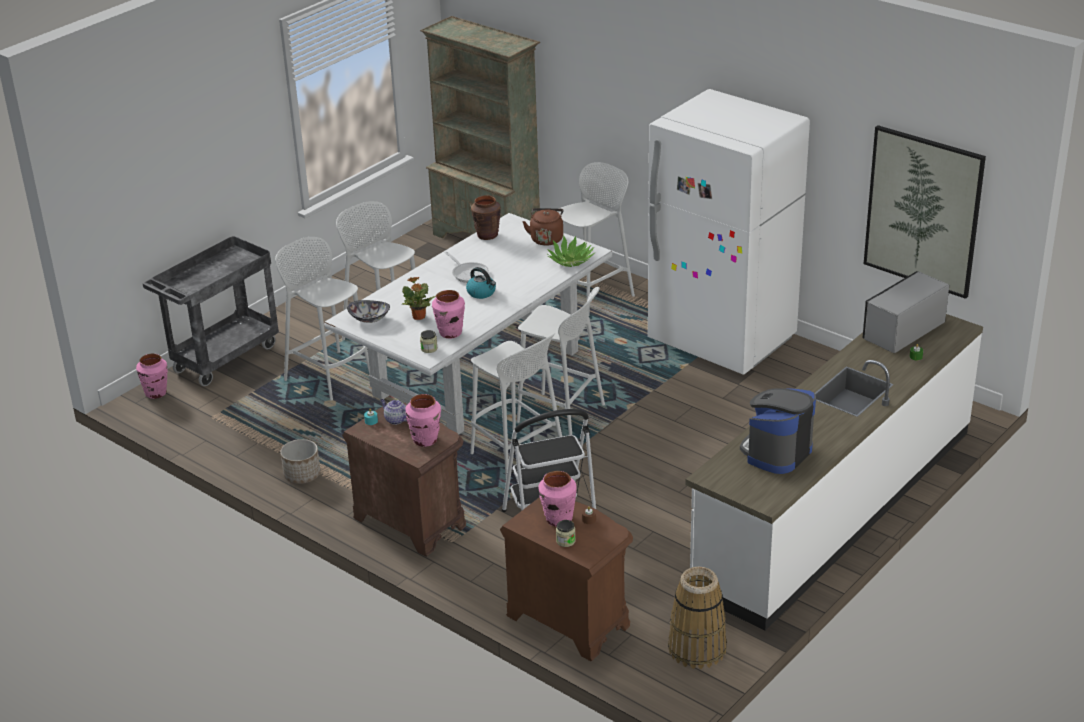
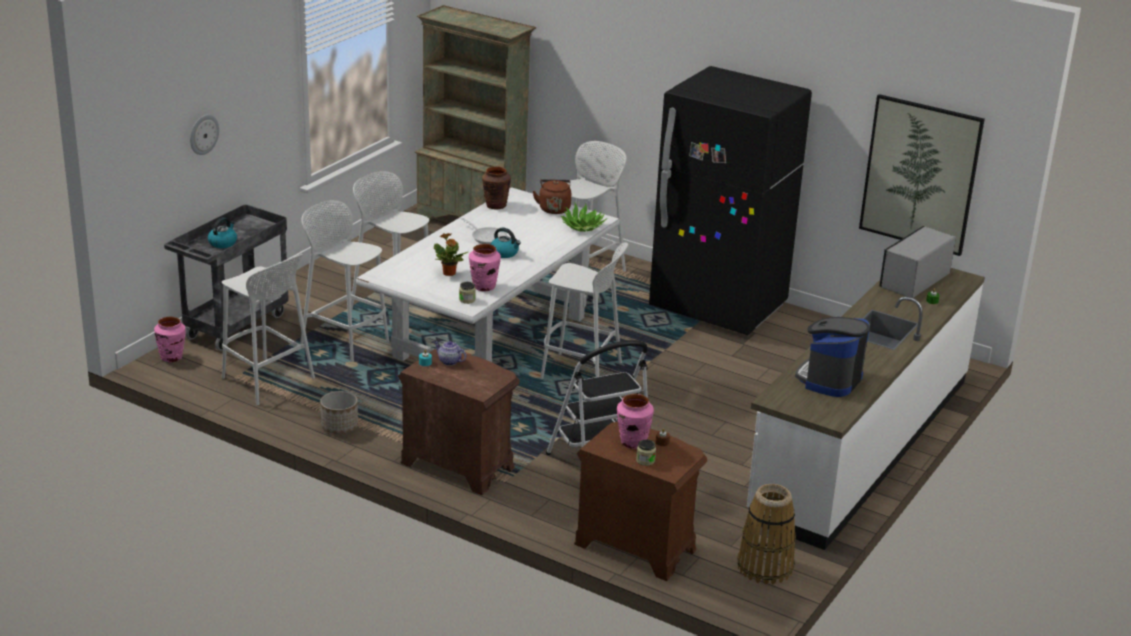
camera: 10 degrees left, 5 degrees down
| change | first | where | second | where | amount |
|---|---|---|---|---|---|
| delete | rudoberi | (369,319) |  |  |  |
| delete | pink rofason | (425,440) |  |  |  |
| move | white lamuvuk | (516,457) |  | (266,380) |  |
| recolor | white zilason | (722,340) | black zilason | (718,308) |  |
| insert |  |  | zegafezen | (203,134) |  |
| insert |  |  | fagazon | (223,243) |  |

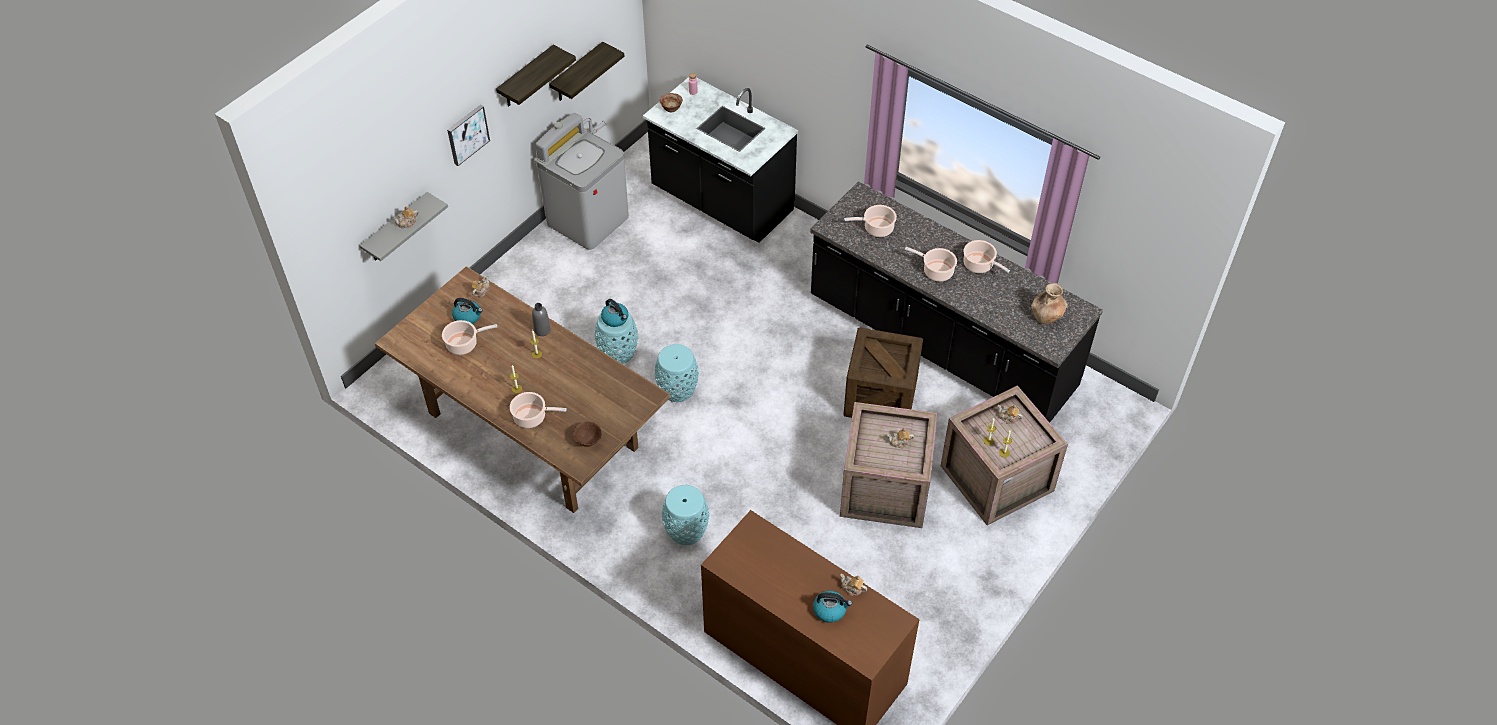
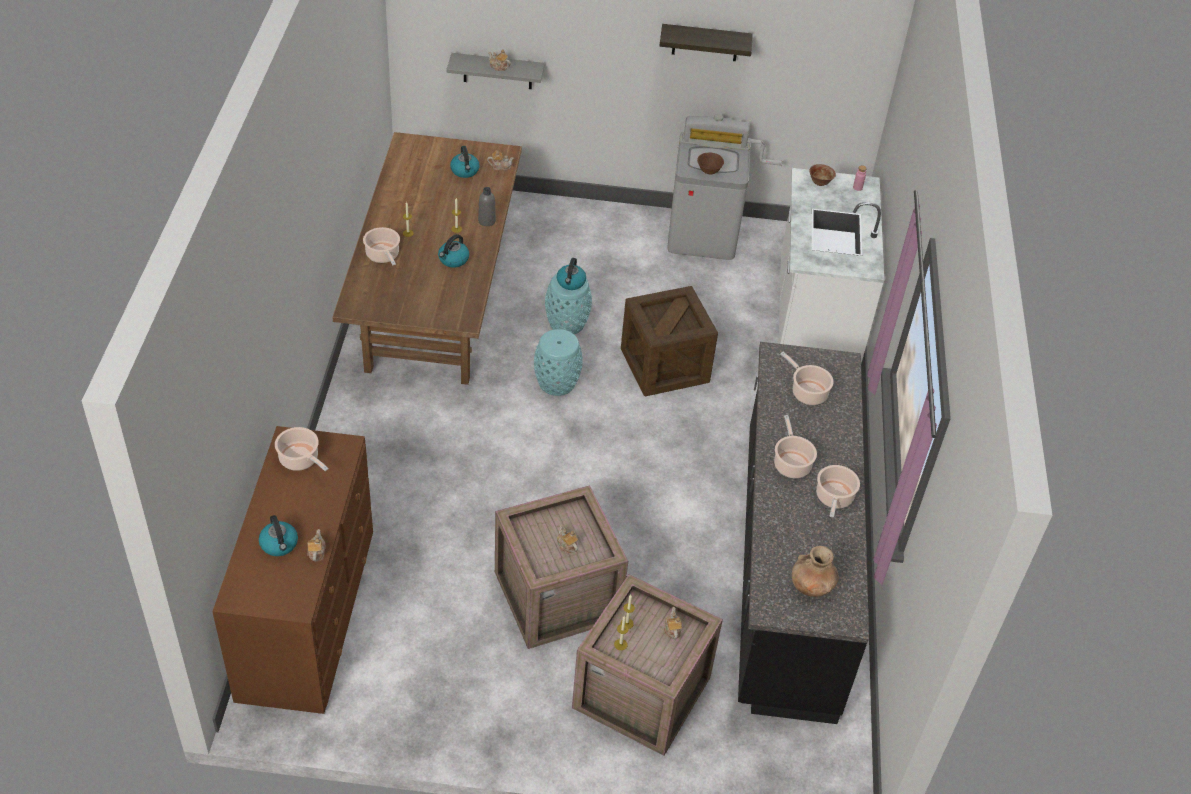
camera: 55 degrees right, 5 degrees down
| change | first | where | second | where | amount |
|---|---|---|---|---|---|
| move | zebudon | (464,344) |  | (300,460) |  |
| delete | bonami | (467,134) |  |  |  |
| delete | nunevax | (577,73) |  |  |  |
| move | brown rudoberi | (588,441) |  | (708,171) |  |
| recolor | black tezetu | (721,202) | white tezetu | (814,316) |  |
| delete | turquoise lamuvuk | (686,530) |  |  |  |
| move | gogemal | (880,397) |  | (664,366) |  |
| insert |  |  | fagazon | (453,260) |  |

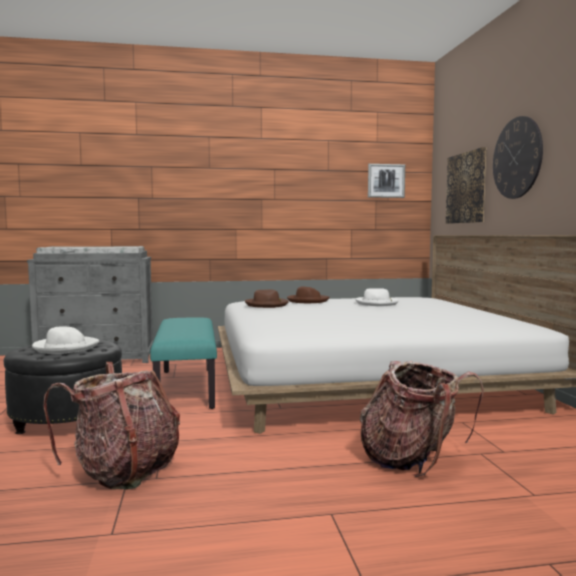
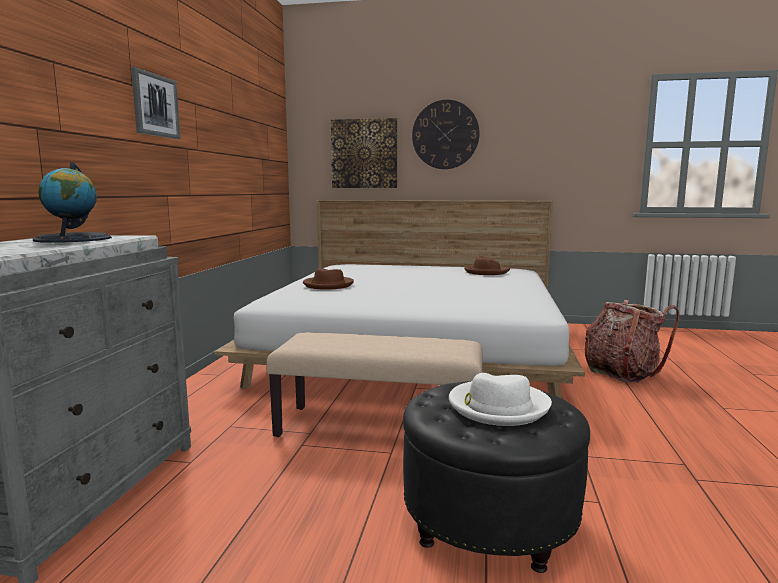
camera: 70 degrees left, 5 degrees up
| change | first | where | second | where | amount |
|---|---|---|---|---|---|
| delete | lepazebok | (123,471) |  |  |  |
| recolor | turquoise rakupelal | (187,388) | beige rakupelal | (379,428) |  |
| move | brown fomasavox | (267,305) |  | (486,272) |  |
| delete | white fomasavox | (377,303) |  |  |  |
| move | bonami | (386,181) |  | (155,105) |  |
| insert |  |  | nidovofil | (73,239) |  |

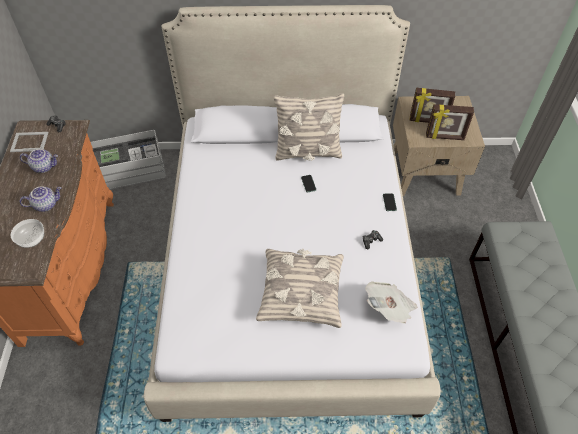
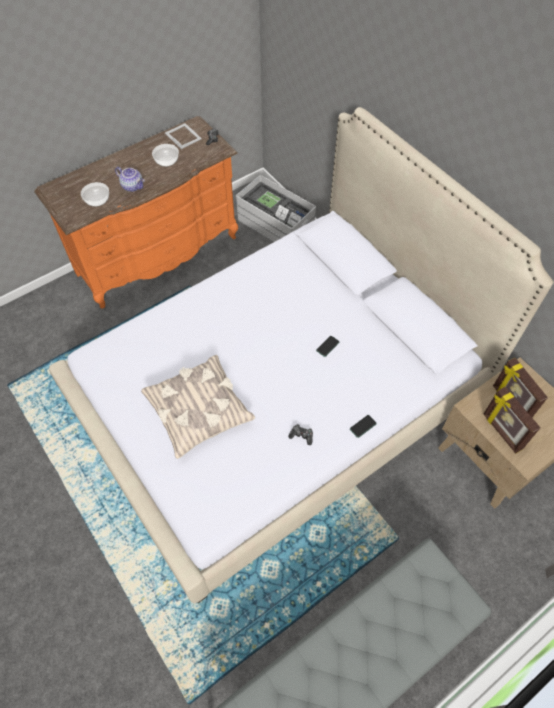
camera: 55 degrees right, 5 degrees up
| change | first | where | second | where | amount |
|---|---|---|---|---|---|
| replace | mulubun | (44,166) | rudoberi | (167,160) |  |
| delete | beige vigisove | (308,152) |  |  |  |
| delete | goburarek | (389,308) |  |  |  |

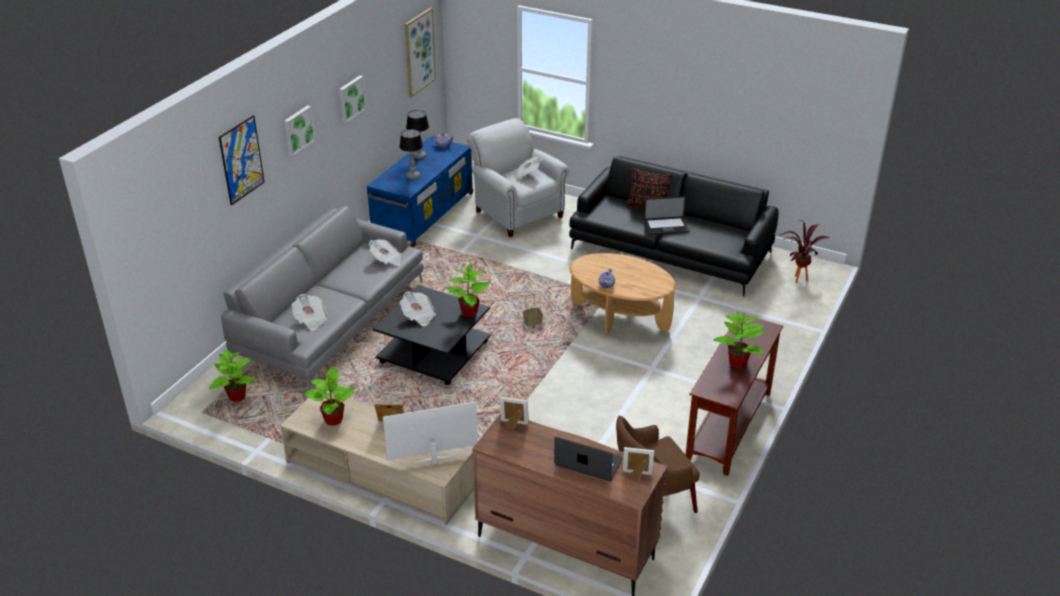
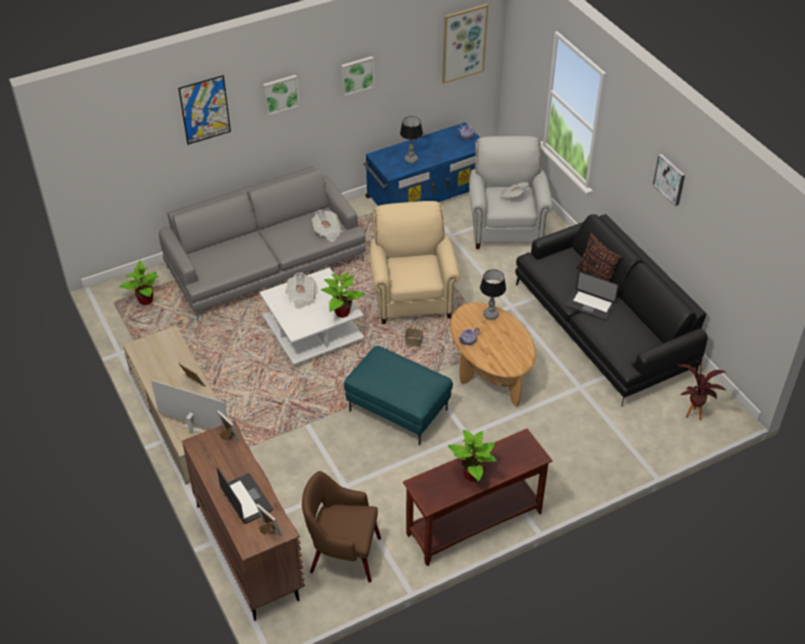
camera: 35 degrees right, 10 degrees up
| change | first | where | second | where | amount |
|---|---|---|---|---|---|
| delete | goburarek | (310,320) |  |  |  |
| delete | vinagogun | (333,419) |  |  |  |
| recolor | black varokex | (434,351) | white varokex | (313,330) |  |
| move | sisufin | (419,156) |  | (491,314) |  |
| insert |  |  | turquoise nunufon | (397,410) |  |
| insert |  |  | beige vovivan | (412,295) |  |
| insert |  |  | bonami | (670,179) |  |

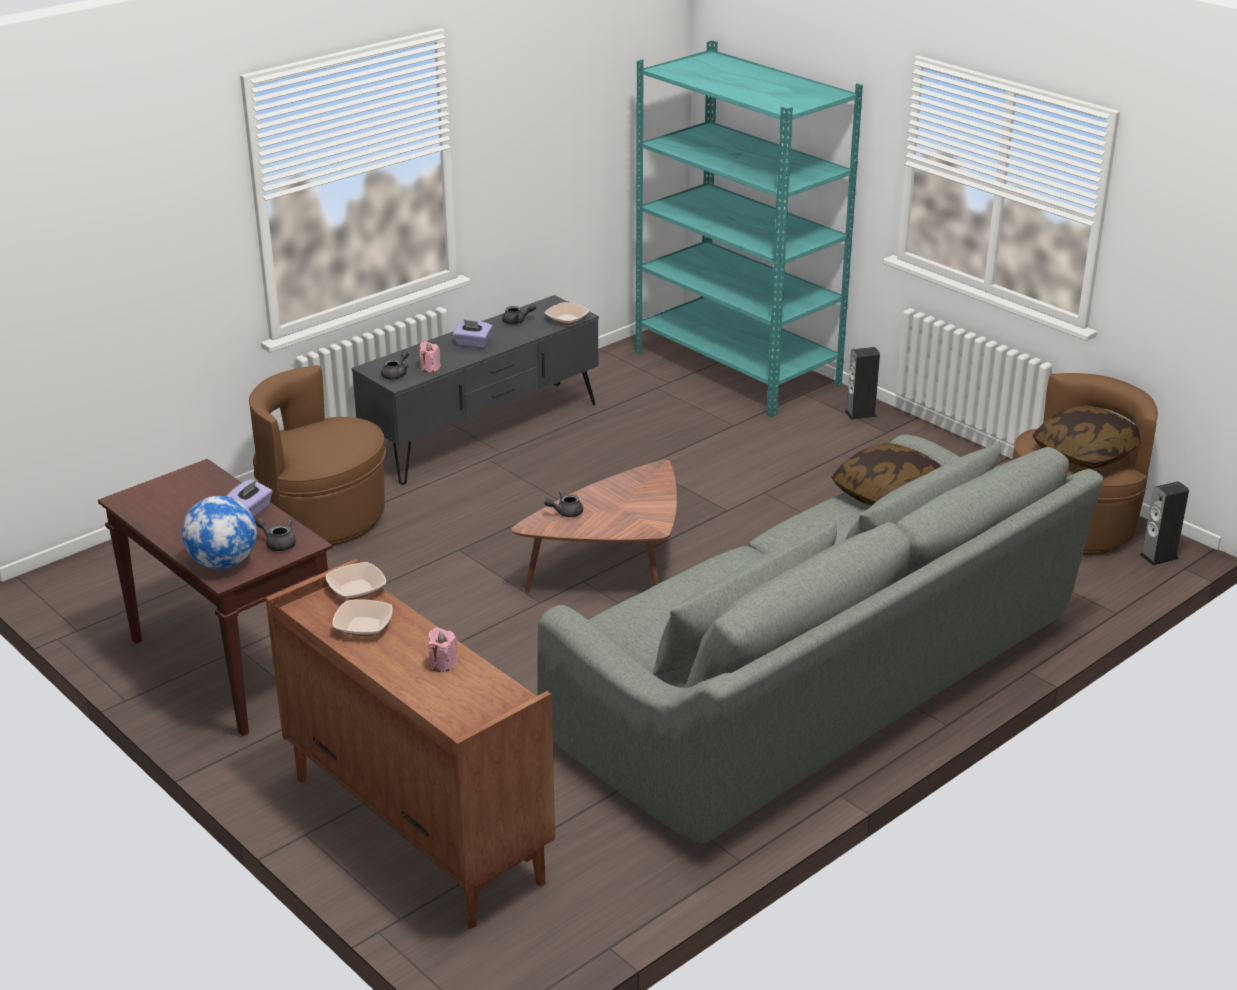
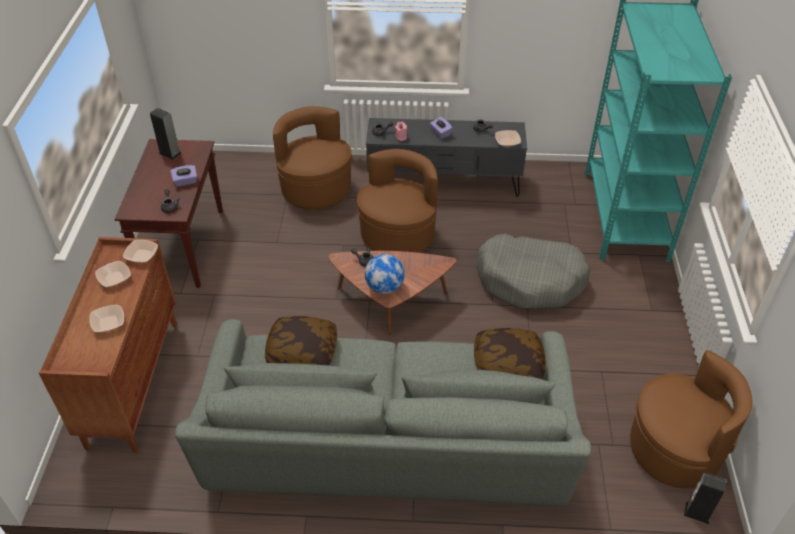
camera: 45 degrees right, 15 degrees up
| change | first | where | second | where | amount |
|---|---|---|---|---|---|
| move | nidovofil | (223,563) |  | (384,287) |  |
| replace | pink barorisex | (443,664) | rudoberi | (108,323) |  |
| move | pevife | (860,414) |  | (170,153) |  |
| move | vigisove | (1085,453) |  | (302,351) |  |
| insert |  |  | brown vovivan | (397,236) |  |
| insert |  |  | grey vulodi | (530,280) |  |

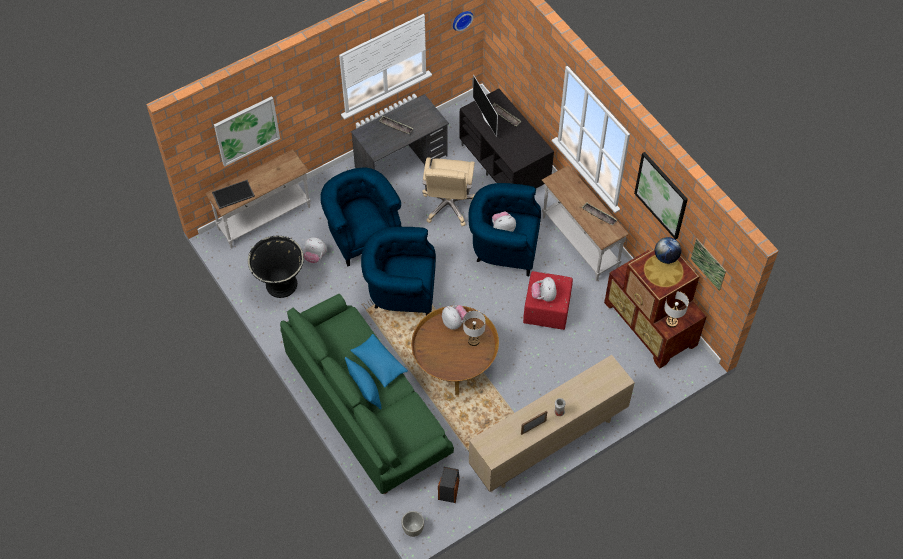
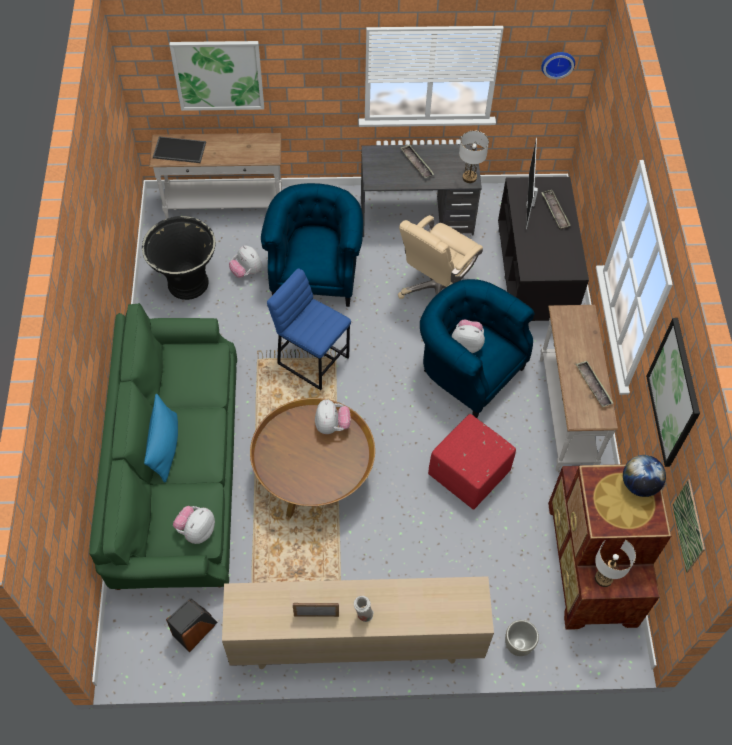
camera: 30 degrees right, 0 degrees up
| change | first | where | second | where | amount |
|---|---|---|---|---|---|
| delete | blue vigisove | (379,364) |  |  |  |
| replace | blue vovivan | (401,291) | blue lamuvuk | (311,359) |  |
| move | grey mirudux | (413,529) |  | (518,645) |  |
| move | sisufin | (473,341) |  | (469,177) |  |
| move | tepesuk | (543,296) |  | (196,531) |  |

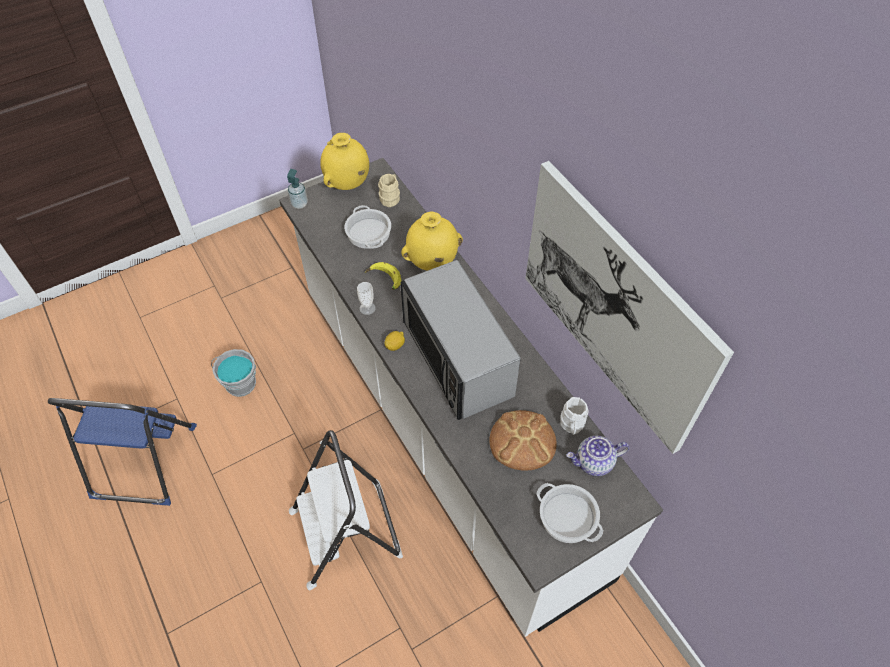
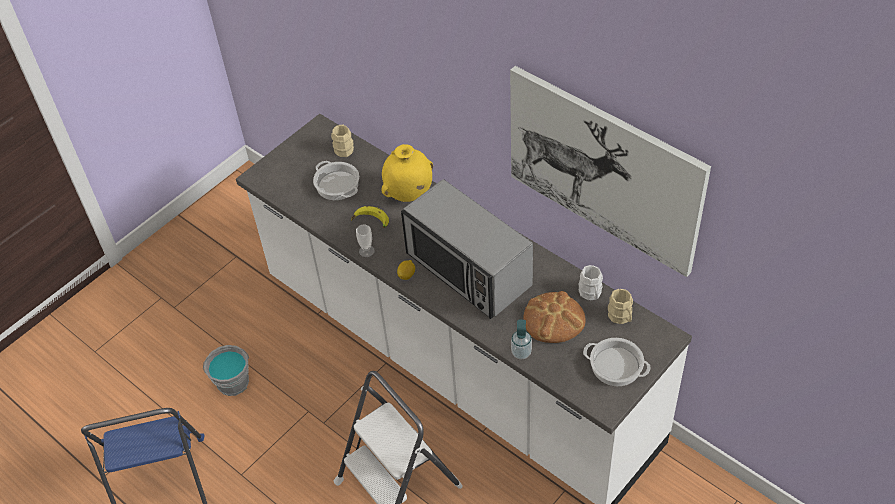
camera: 15 degrees left, 5 degrees down
| change | first | where | second | where | amount |
|---|---|---|---|---|---|
| move | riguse | (299,204) |  | (521,352) |  |
| delete | yellow rofason | (347,184) |  |  |  |
| replace | mulubun | (594,463) | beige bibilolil | (621,317) |  |

